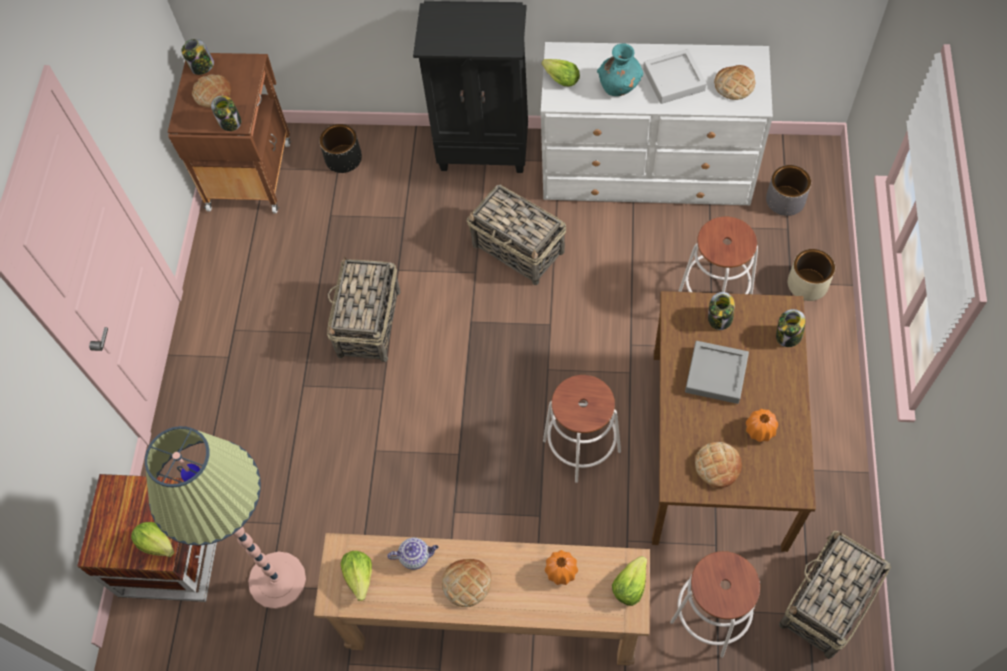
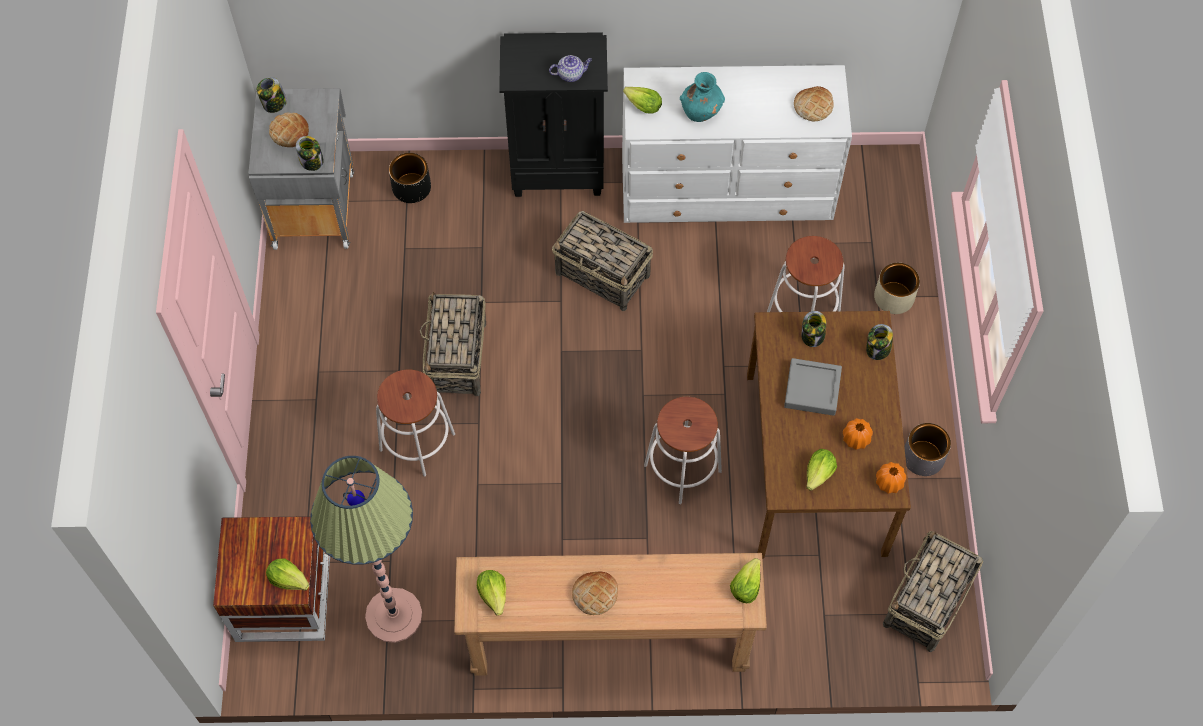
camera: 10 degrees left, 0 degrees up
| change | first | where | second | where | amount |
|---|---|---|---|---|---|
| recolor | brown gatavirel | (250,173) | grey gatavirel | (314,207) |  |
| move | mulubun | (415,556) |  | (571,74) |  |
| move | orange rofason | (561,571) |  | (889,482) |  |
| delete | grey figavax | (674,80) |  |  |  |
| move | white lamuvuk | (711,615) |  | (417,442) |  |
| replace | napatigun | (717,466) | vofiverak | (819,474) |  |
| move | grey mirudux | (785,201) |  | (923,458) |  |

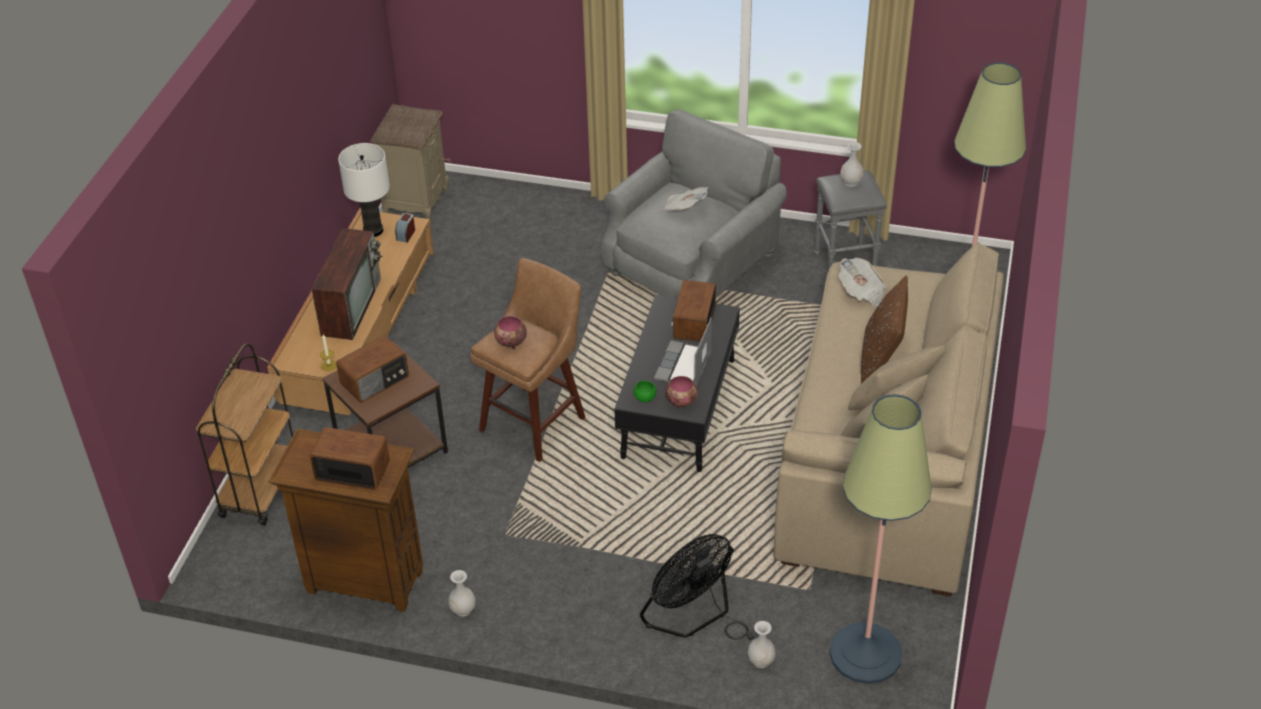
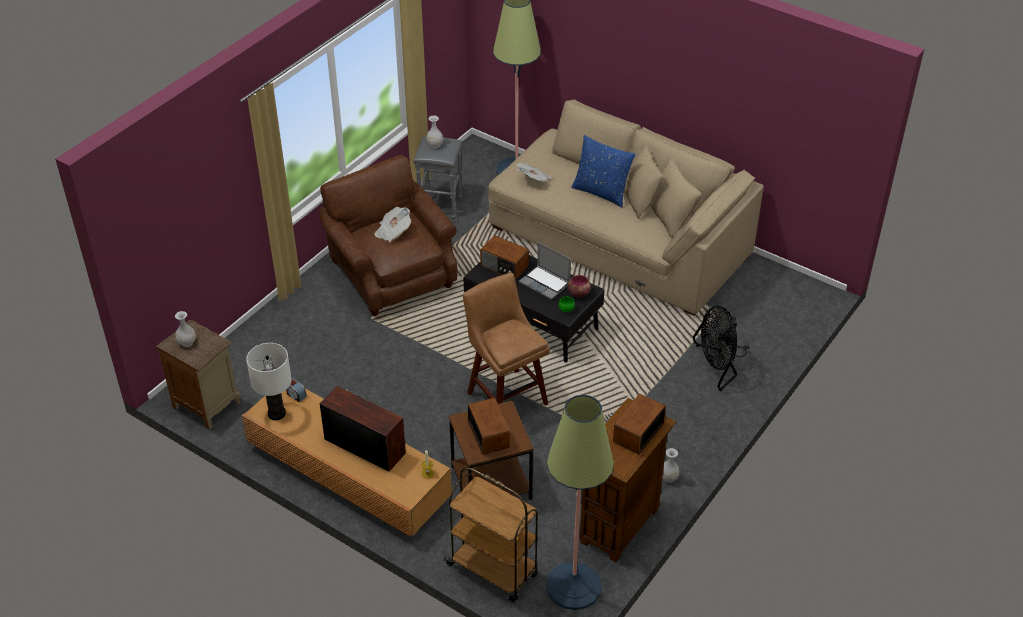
camera: 70 degrees left, 0 degrees up
| change | first | where | second | where | amount |
|---|---|---|---|---|---|
| delete | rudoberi | (510,342) |  |  |  |
| recolor | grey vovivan | (692,265) | brown vovivan | (392,274) |  |
| move | white rofason | (761,661) |  | (187,342) |  |
| move | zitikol | (865,654) |  | (573,586) |  |
| recolor | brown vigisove | (881,360) | blue vigisove | (601,192) |  |

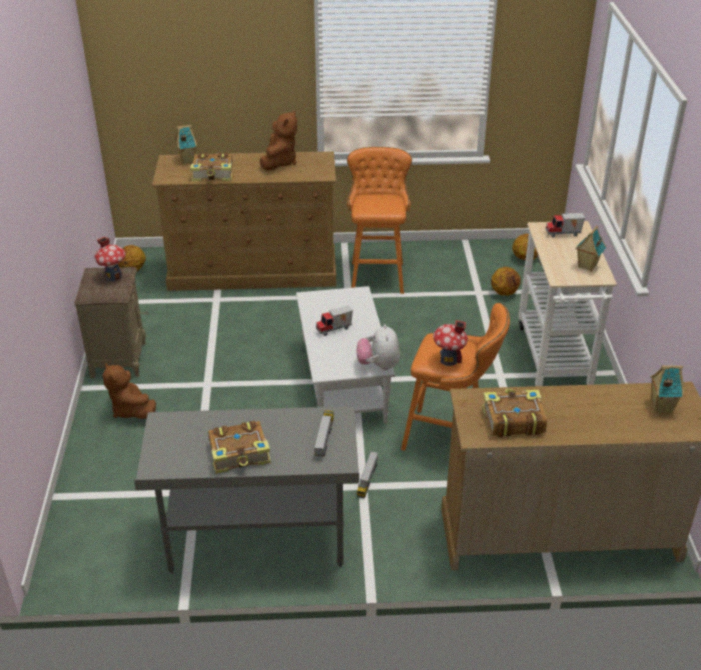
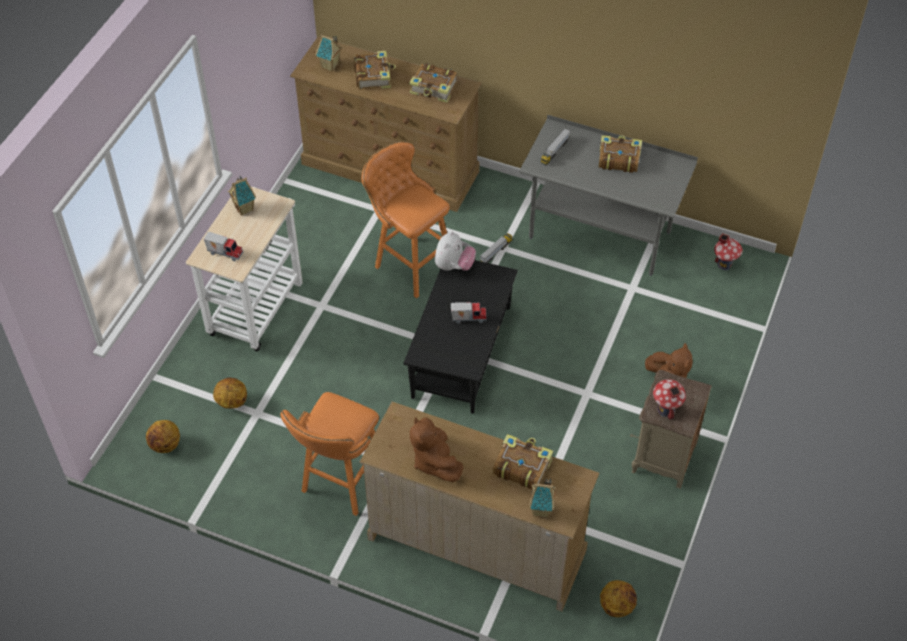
camera: 155 degrees left, 15 degrees up
| change | first | where | second | where | amount |
|---|---|---|---|---|---|
| rotate | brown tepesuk | (279,162) |  | (434,461) | 60 degrees counterclockwise |
| recolor | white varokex | (343,380) | black varokex | (461,351) |  |
| move | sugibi | (448,360) |  | (724,264) |  |
| insert |  |  | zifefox | (373,75) |  |

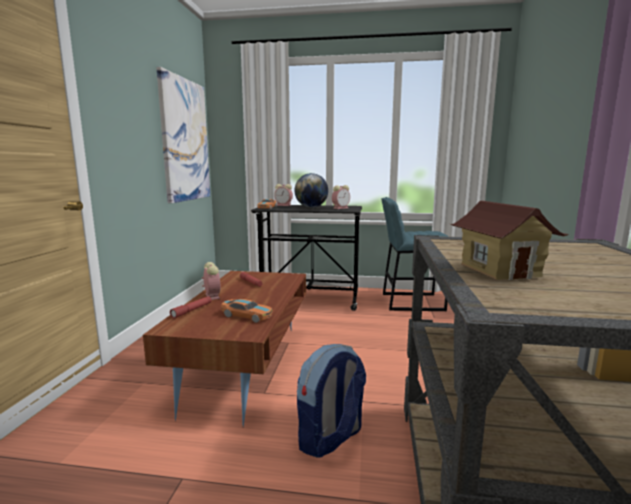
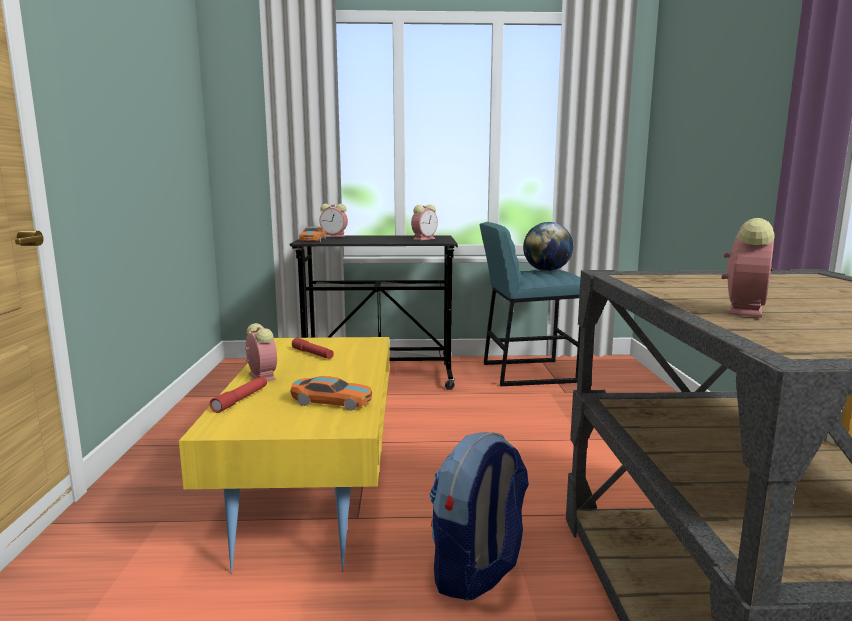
camera: 10 degrees left, 0 degrees up
| change | first | where | second | where | amount |
|---|---|---|---|---|---|
| recolor | brown varokex | (244,366) | yellow varokex | (313,482) |  |
| delete | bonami | (185,140) |  |  |  |
| move | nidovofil | (311,207) |  | (546,271) |  |
| replace | sugibi | (499,270) | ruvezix | (744,309) |  |

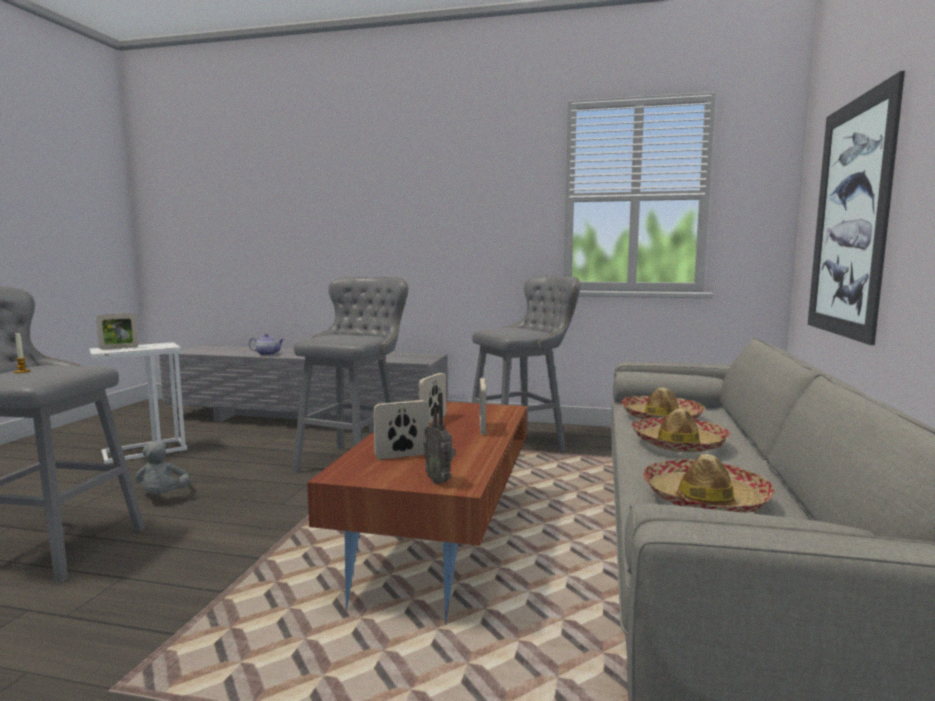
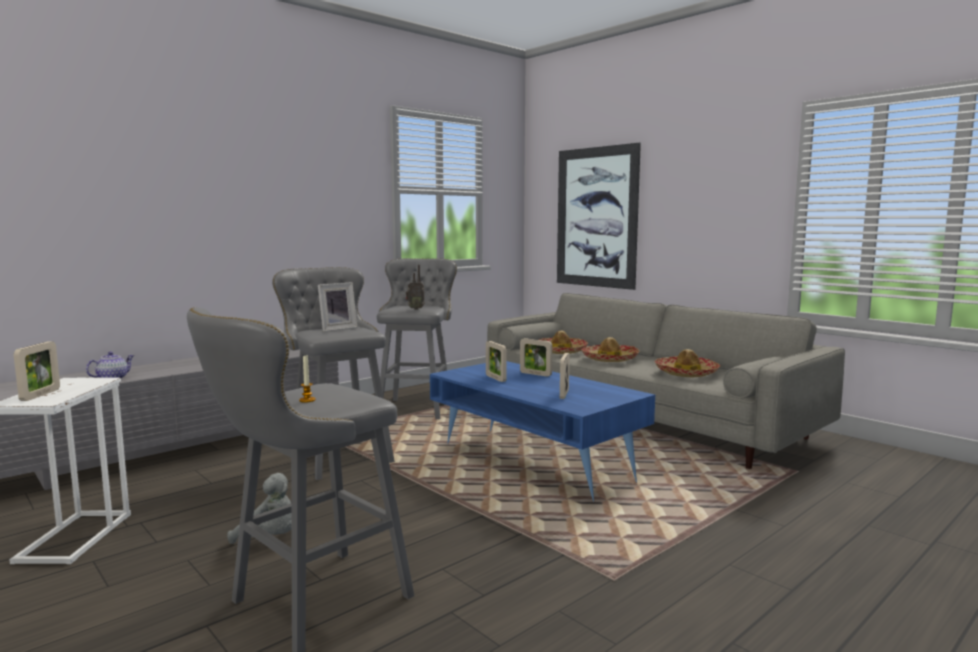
camera: 55 degrees left, 0 degrees up
| change | first | where | second | where | amount |
|---|---|---|---|---|---|
| recolor | brown varokex | (441,541) | blue varokex | (535,462) |  |
| move | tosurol | (440,481) |  | (415,309) |  |
| insert |  |  | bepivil | (336,328) |  |

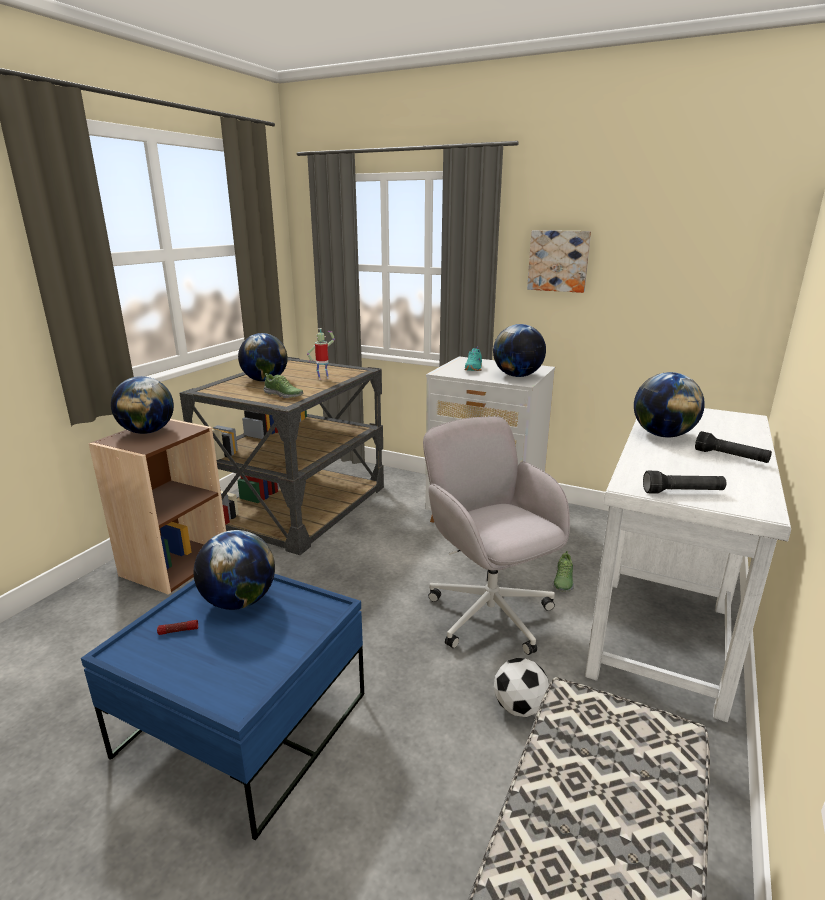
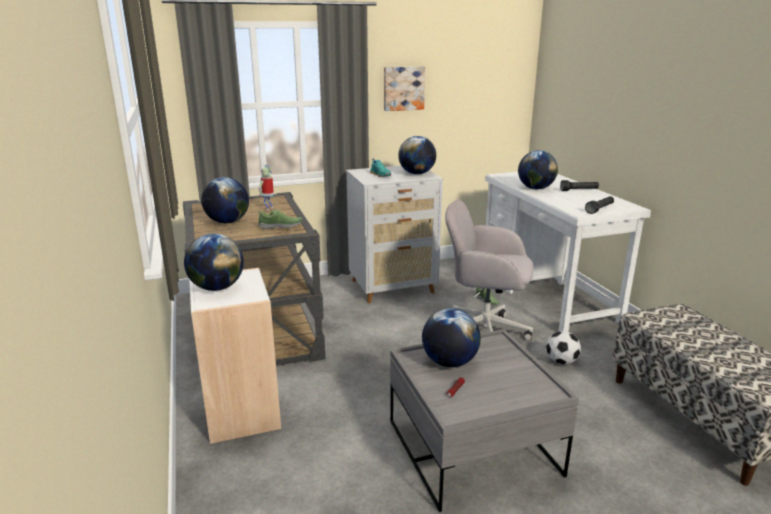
camera: 45 degrees left, 0 degrees up
| change | first | where | second | where | amount |
|---|---|---|---|---|---|
| recolor | blue varokex | (244,724) | grey varokex | (472,447) |  |
| recolor | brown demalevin | (175,563) | white demalevin | (240,410) |  |

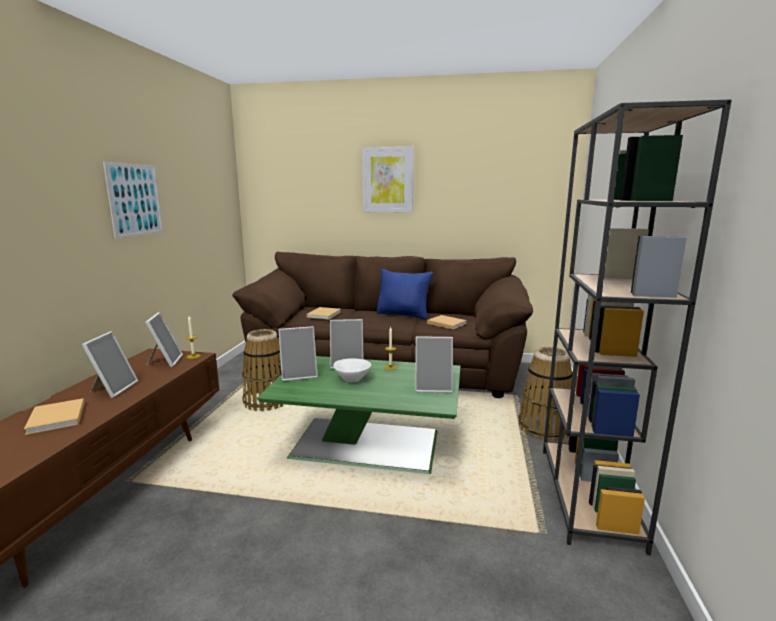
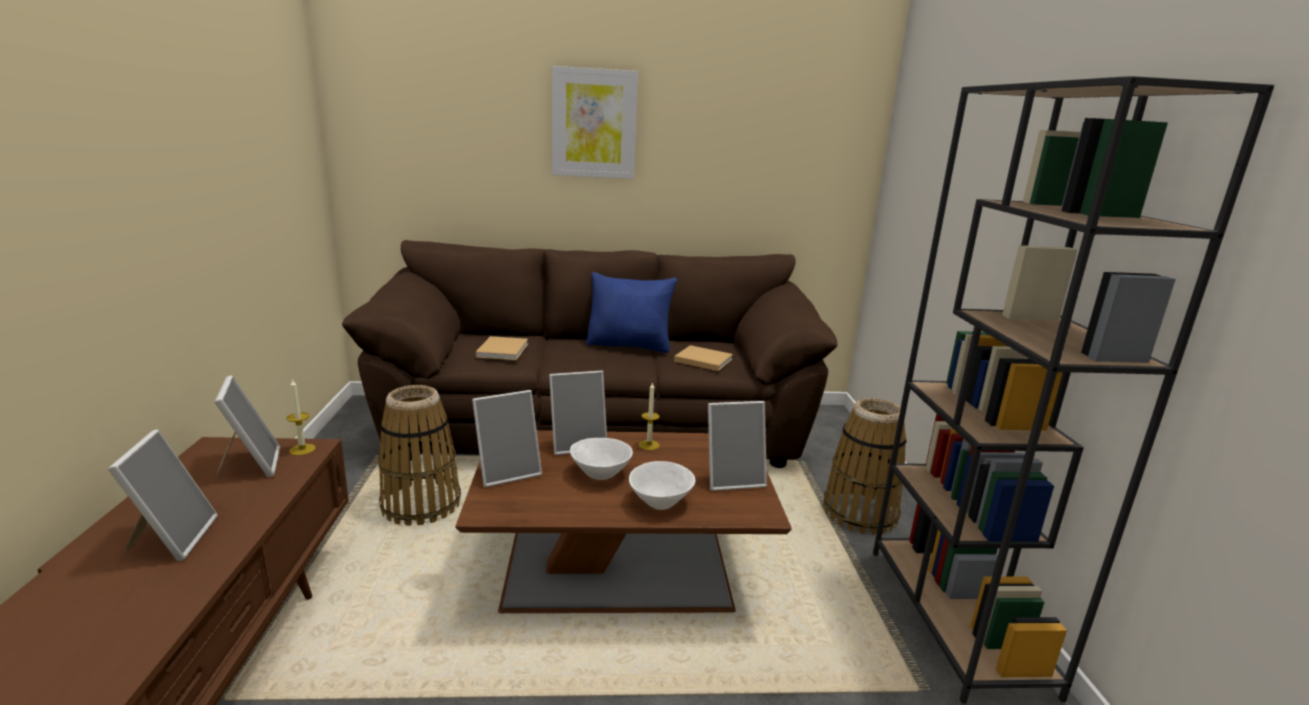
camera: 15 degrees left, 5 degrees up
| change | first | where | second | where | amount |
|---|---|---|---|---|---|
| delete | beige zifefox | (56,419) |  |  |  |
| delete | bonami | (135,200) |  |  |  |
| recolor | green varokex | (369,444) | brown varokex | (622,569) |  |
| insert |  |  | white rudoberi | (659,502) |  |

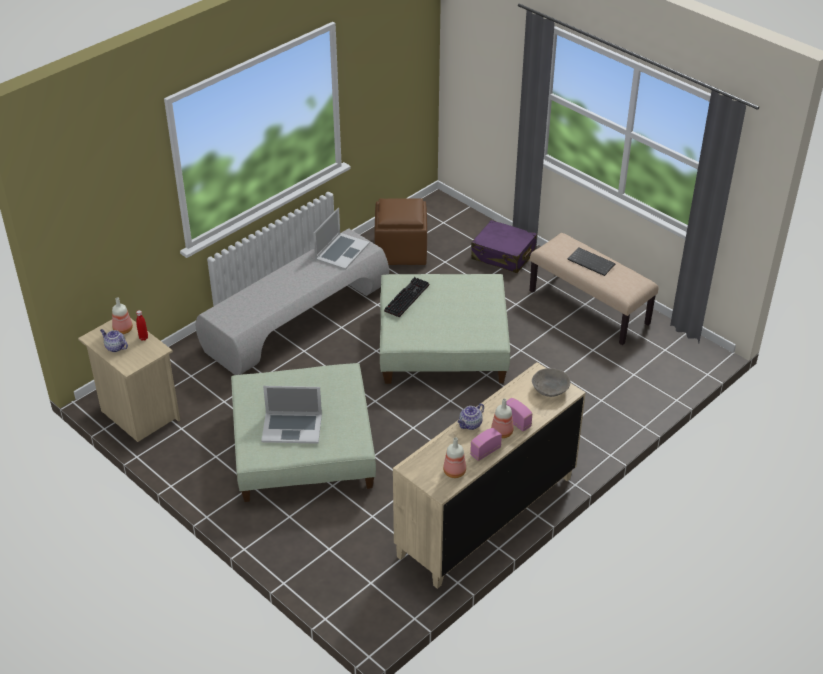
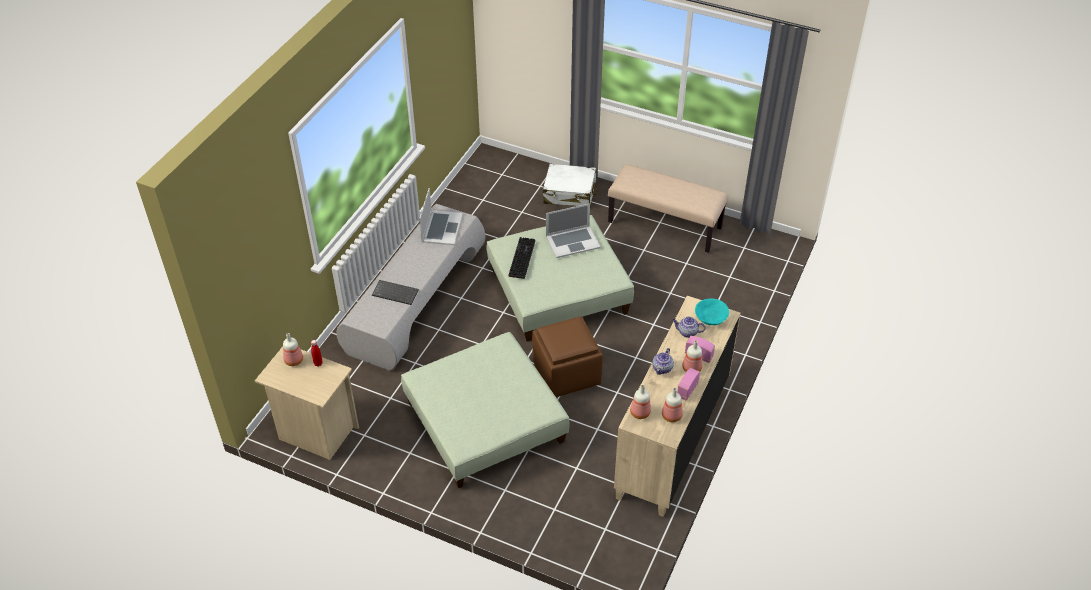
camera: 20 degrees left, 5 degrees up
| change | first | where | second | where | amount |
|---|---|---|---|---|---|
| move | mulubun | (115,347) |  | (687,332) |  |
| move | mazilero | (292,427) |  | (572,241) |  |
| move | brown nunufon | (401,251) |  | (566,373) |  |
| recolor | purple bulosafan | (503,255) | white bulosafan | (570,193) |  |
| recolor | grey rudoberi | (550,389) | turquoise rudoberi | (711,317) |  |
| move | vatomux | (592,262) |  | (396,293) |  |
| insert |  |  | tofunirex | (639,413) |  |

